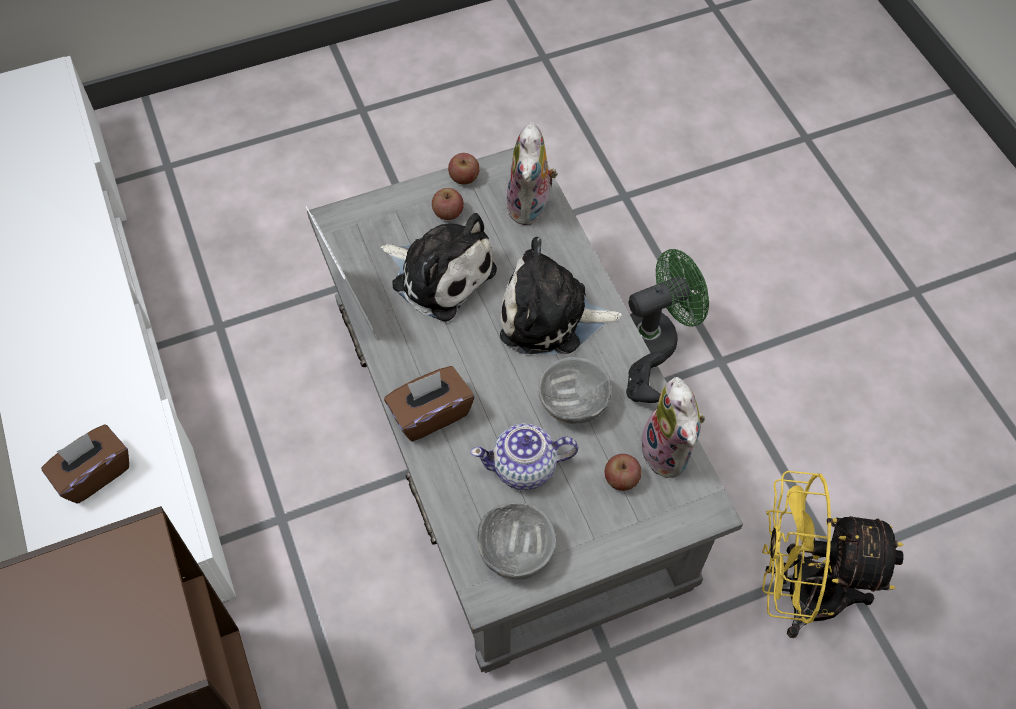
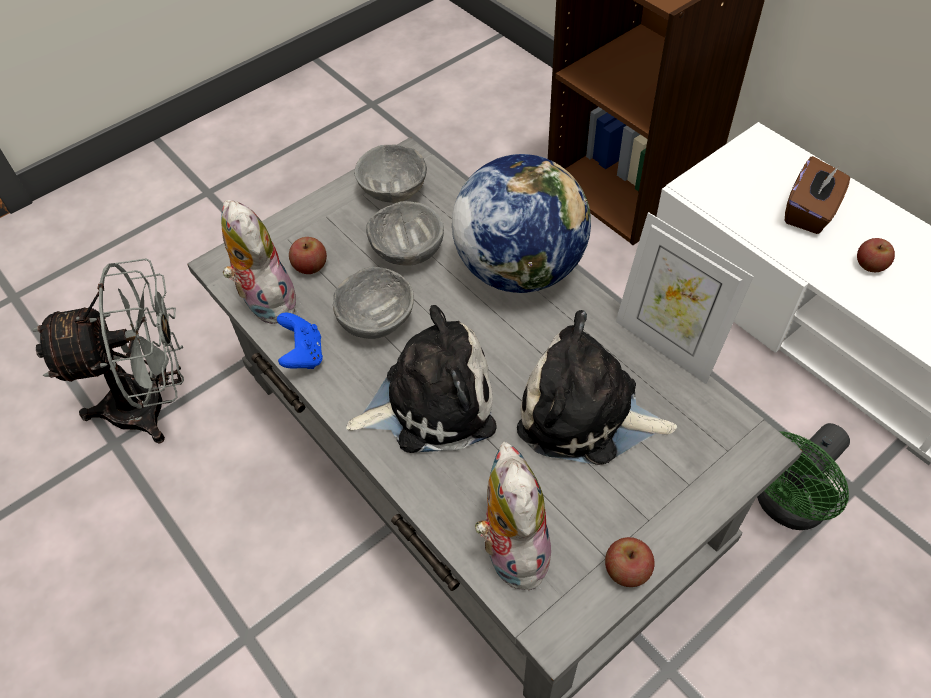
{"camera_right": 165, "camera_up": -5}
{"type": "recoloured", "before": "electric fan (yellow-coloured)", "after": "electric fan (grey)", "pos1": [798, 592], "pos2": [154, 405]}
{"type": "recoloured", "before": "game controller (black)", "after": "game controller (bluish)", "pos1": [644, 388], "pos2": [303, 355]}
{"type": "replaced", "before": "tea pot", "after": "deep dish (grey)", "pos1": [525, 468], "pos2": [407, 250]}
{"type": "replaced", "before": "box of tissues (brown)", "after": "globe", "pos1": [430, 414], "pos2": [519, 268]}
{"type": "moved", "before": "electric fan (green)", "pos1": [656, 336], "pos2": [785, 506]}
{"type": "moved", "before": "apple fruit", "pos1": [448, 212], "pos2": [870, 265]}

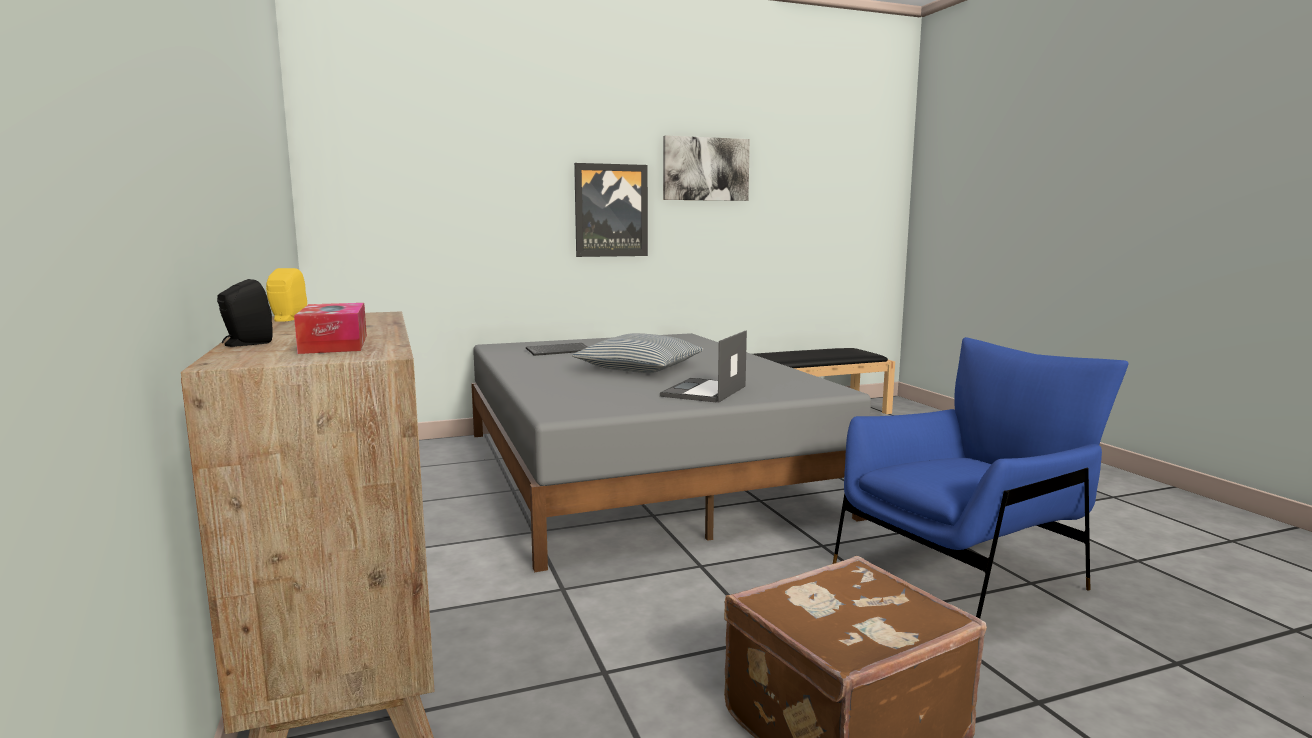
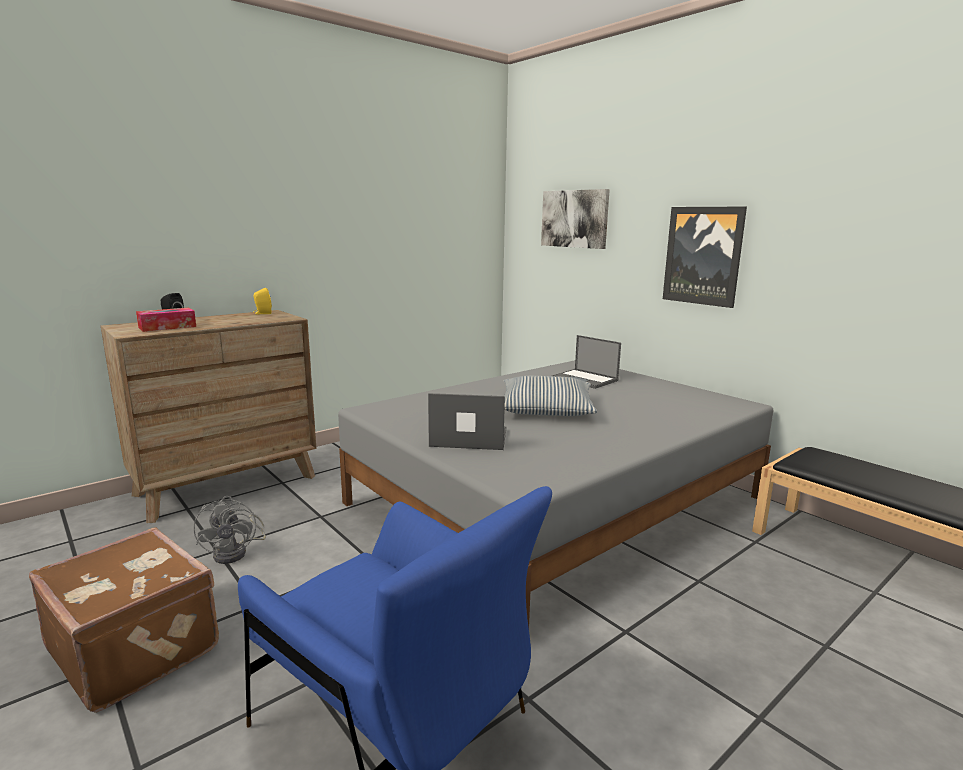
{"camera_right": 70, "camera_up": 5}
{"type": "added", "after": "electric fan (grey)", "pos2": [236, 552]}
{"type": "moved", "before": "wall picture", "pos1": [705, 169], "pos2": [574, 219]}
{"type": "replaced", "before": "keyboard", "after": "portable computer", "pos1": [559, 351], "pos2": [585, 379]}

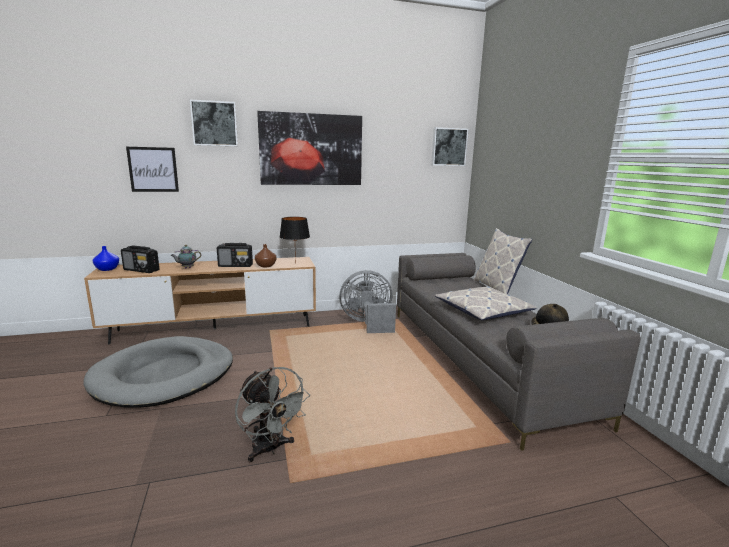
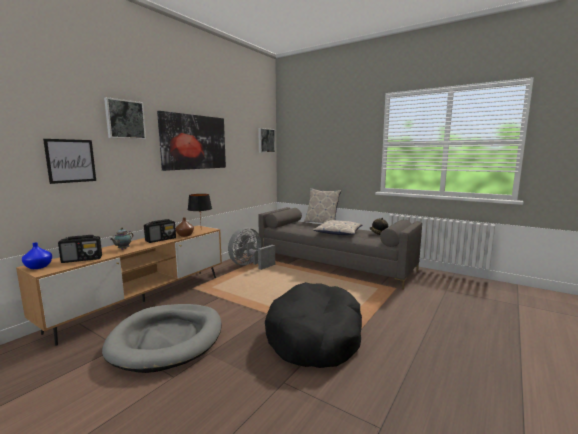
{"camera_right": -40, "camera_up": -5}
{"type": "replaced", "before": "electric fan (grey)", "after": "dog bed (black)", "pos1": [270, 449], "pos2": [315, 336]}

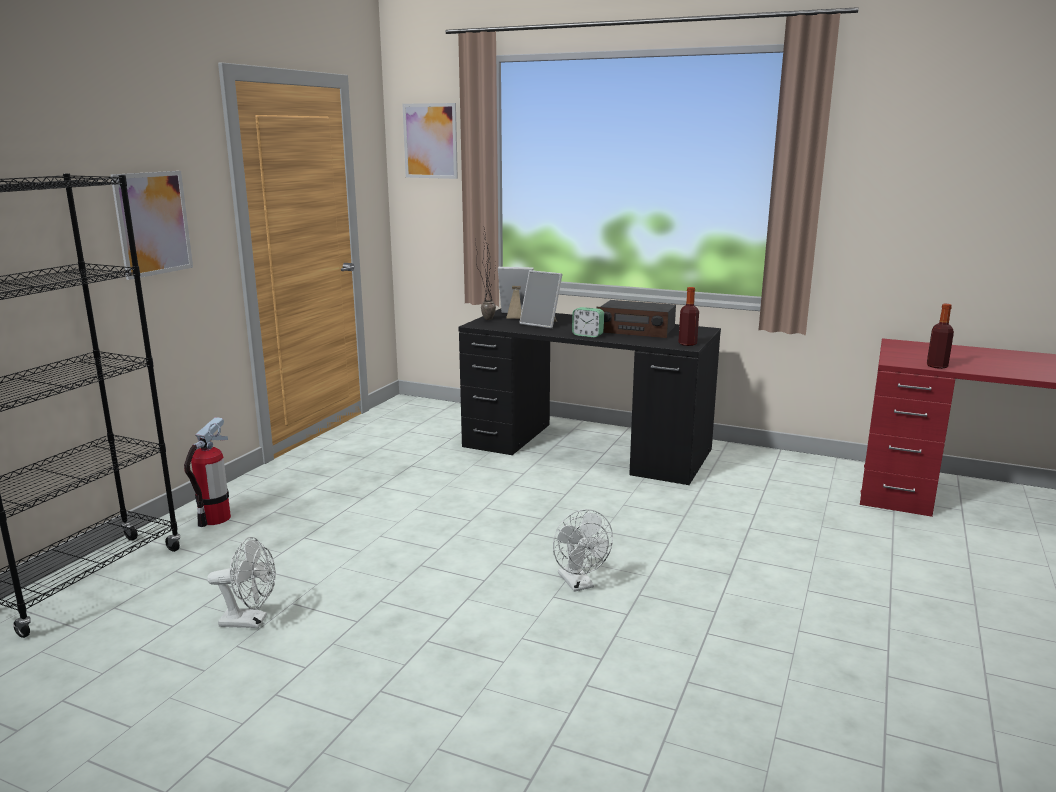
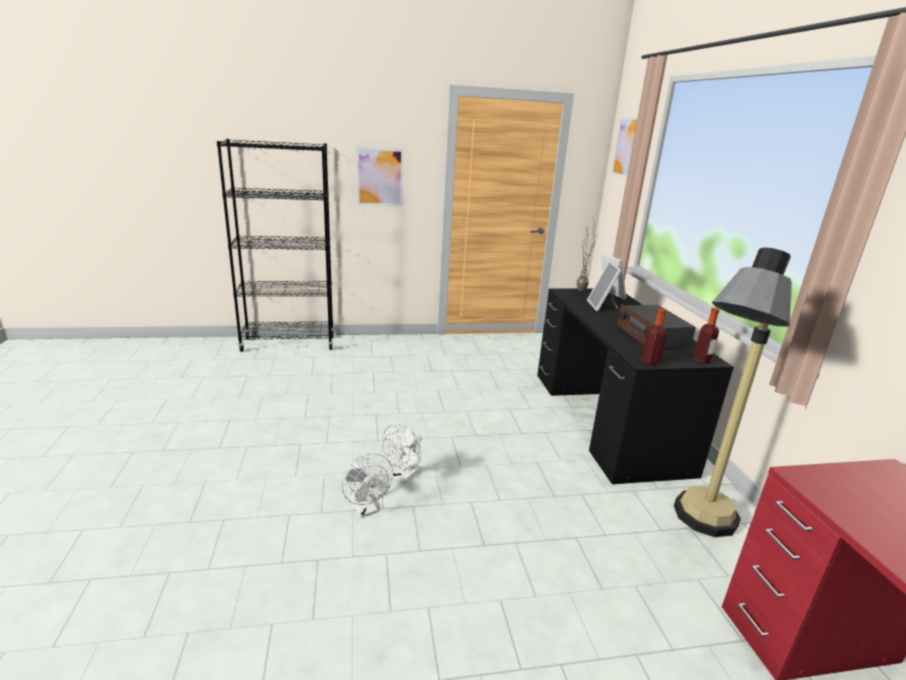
{"camera_right": 55, "camera_up": 5}
{"type": "moved", "before": "electric fan (white)", "pos1": [250, 621], "pos2": [366, 509]}
{"type": "added", "after": "standing lamp", "pos2": [695, 529]}
{"type": "moved", "before": "beverage bottle", "pos1": [937, 366], "pos2": [702, 360]}
{"type": "removed", "before": "fire extinguisher", "pos1": [214, 518]}
{"type": "removed", "before": "bedside clock", "pos1": [587, 335]}

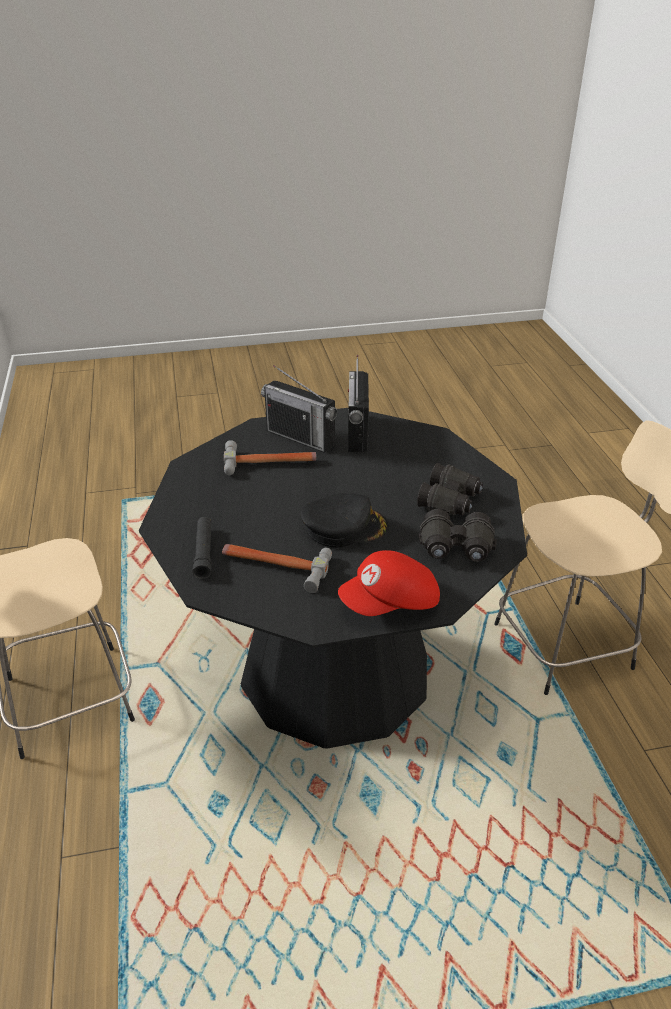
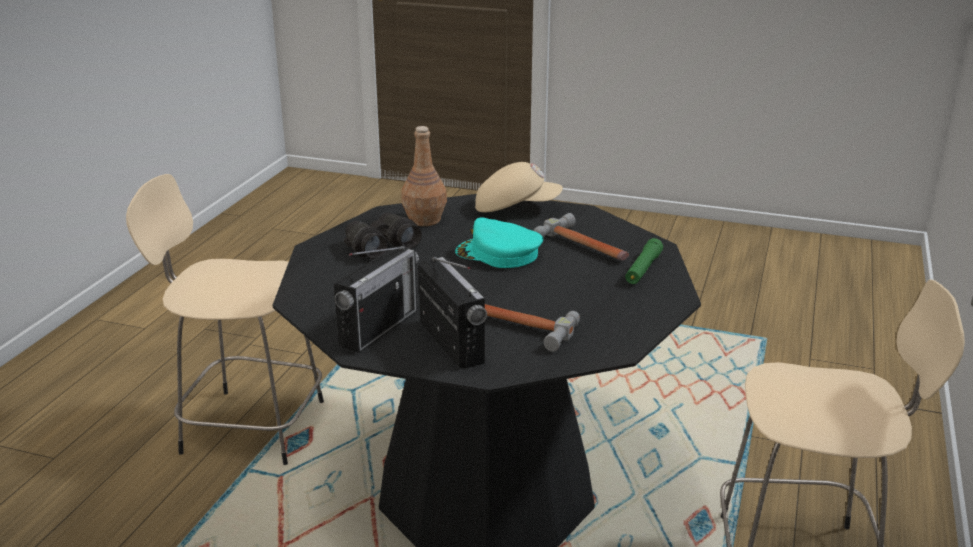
{"camera_right": -150, "camera_up": -10}
{"type": "replaced", "before": "field glasses (black)", "after": "beverage bottle (brown)", "pos1": [456, 548], "pos2": [425, 220]}
{"type": "recoloured", "before": "baseball cap (black)", "after": "baseball cap (blue-green)", "pos1": [344, 527], "pos2": [498, 254]}
{"type": "recoloured", "before": "baseball cap (red)", "after": "baseball cap (beige)", "pos1": [391, 604], "pos2": [516, 208]}
{"type": "recoloured", "before": "flashlight (black)", "after": "flashlight (green)", "pos1": [204, 552], "pos2": [643, 269]}

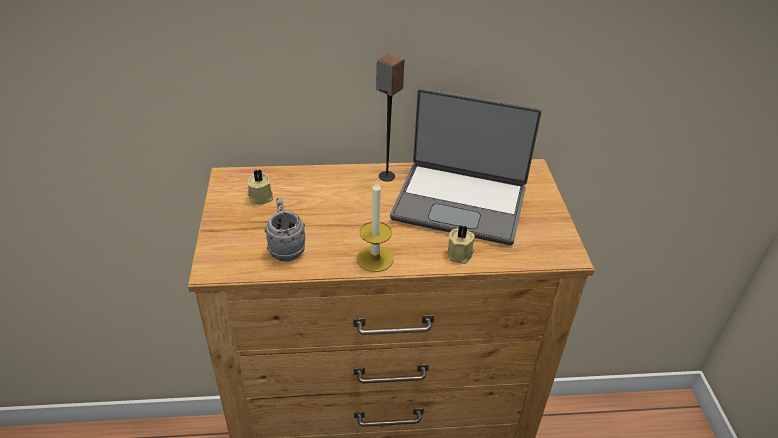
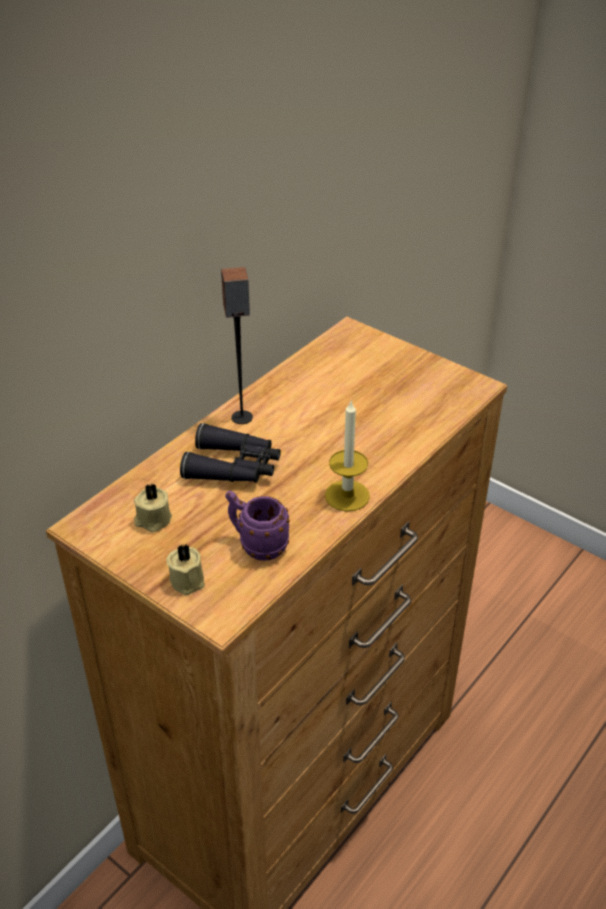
{"camera_right": -45, "camera_up": 0}
{"type": "moved", "before": "wax light (beige)", "pos1": [460, 254], "pos2": [188, 579]}
{"type": "added", "after": "field glasses (black)", "pos2": [234, 467]}
{"type": "recoloured", "before": "tea mug (grey)", "after": "tea mug (purple)", "pos1": [286, 247], "pos2": [257, 545]}
{"type": "removed", "before": "portable computer", "pos1": [460, 202]}

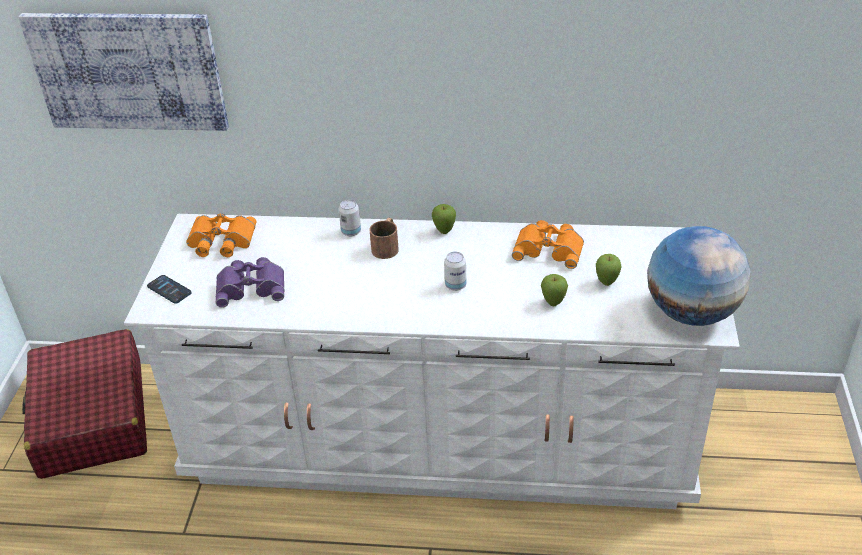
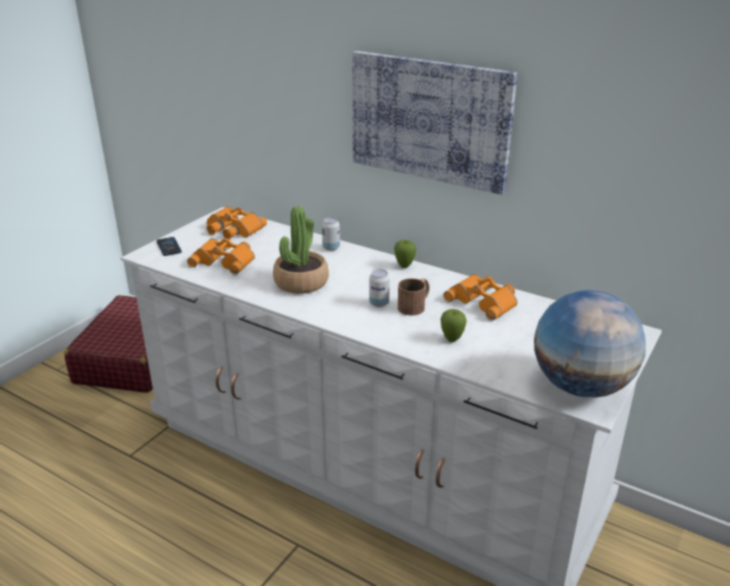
{"camera_right": 25, "camera_up": -10}
{"type": "recoloured", "before": "field glasses (purple)", "after": "field glasses (orangey)", "pos1": [251, 286], "pos2": [225, 260]}
{"type": "added", "after": "plant in a pot", "pos2": [301, 282]}
{"type": "moved", "before": "wall picture", "pos1": [128, 71], "pos2": [429, 120]}
{"type": "moved", "before": "tea mug (brown)", "pos1": [387, 246], "pos2": [415, 305]}
{"type": "removed", "before": "apple fruit", "pos1": [606, 283]}

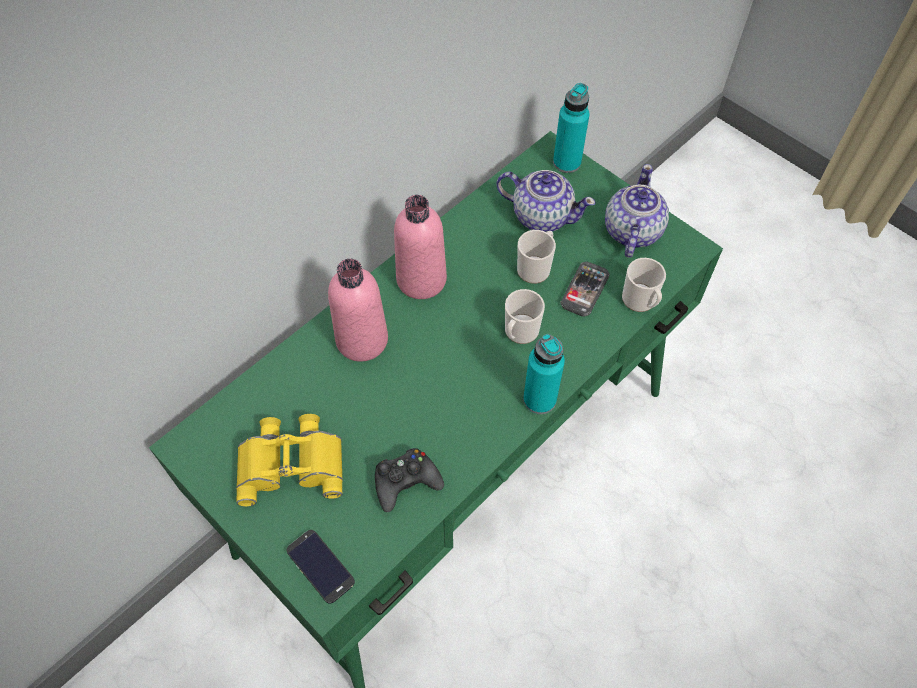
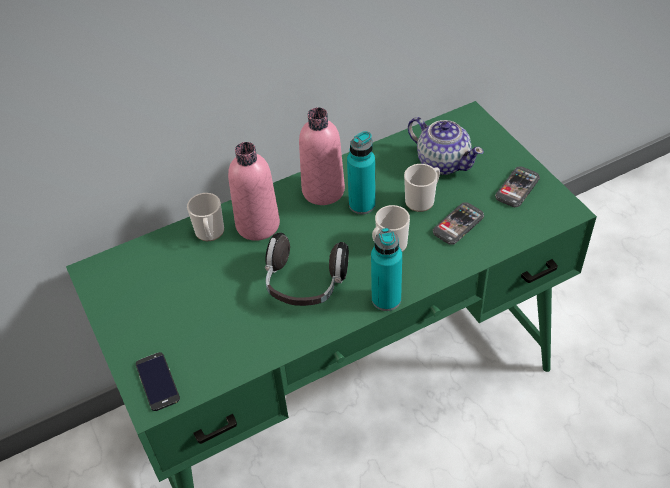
{"camera_right": 20, "camera_up": -10}
{"type": "moved", "before": "tea mug", "pos1": [640, 301], "pos2": [210, 233]}
{"type": "added", "after": "headset", "pos2": [305, 285]}
{"type": "moved", "before": "beverage bottle (blue-green)", "pos1": [566, 162], "pos2": [362, 205]}
{"type": "replaced", "before": "tea pot", "after": "handset", "pos1": [631, 231], "pos2": [517, 188]}
{"type": "removed", "before": "field glasses (yellow-coloured)", "pos1": [292, 462]}
{"type": "removed", "before": "game controller (black)", "pos1": [406, 482]}

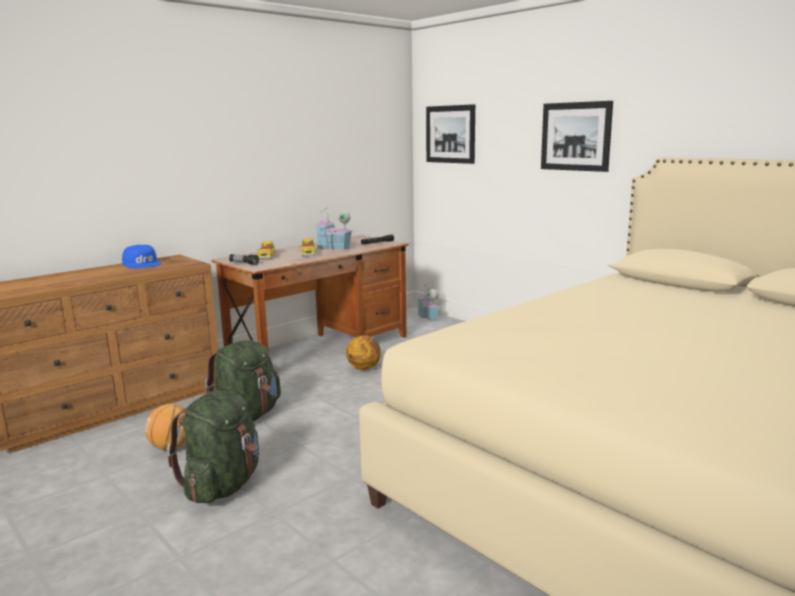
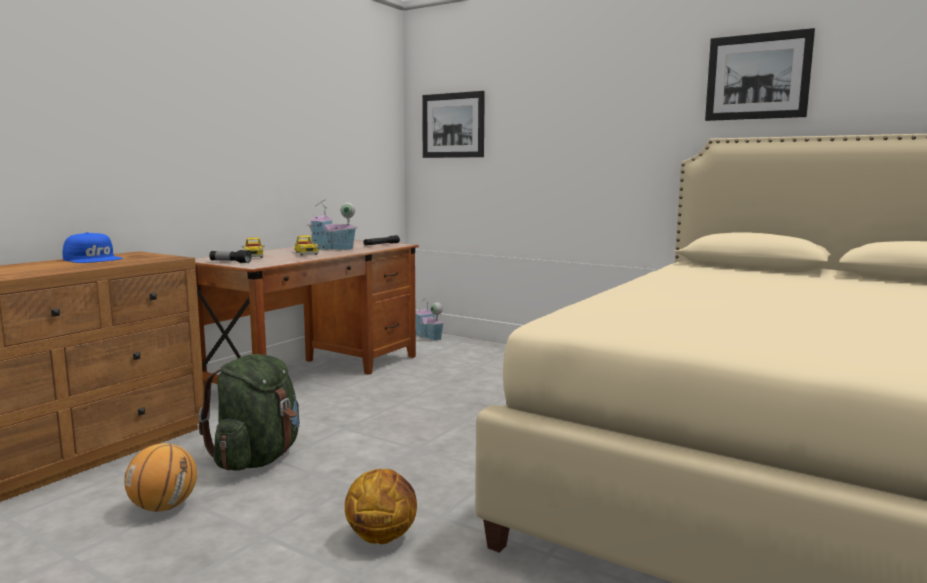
{"camera_right": -15, "camera_up": -5}
{"type": "moved", "before": "ball for basketball", "pos1": [364, 368], "pos2": [382, 536]}
{"type": "moved", "before": "wall picture", "pos1": [575, 136], "pos2": [757, 76]}
{"type": "removed", "before": "backpack (green)", "pos1": [223, 485]}

